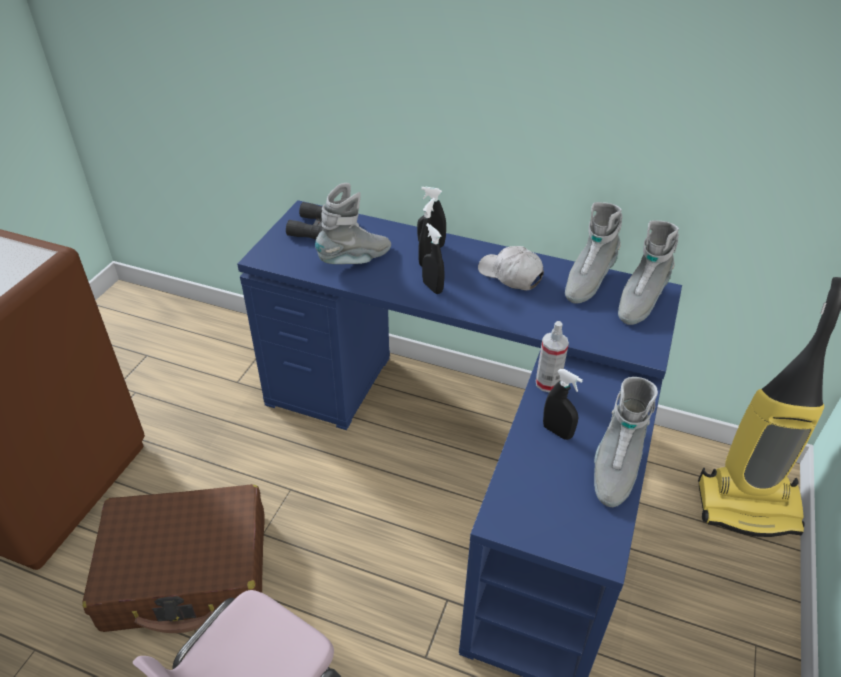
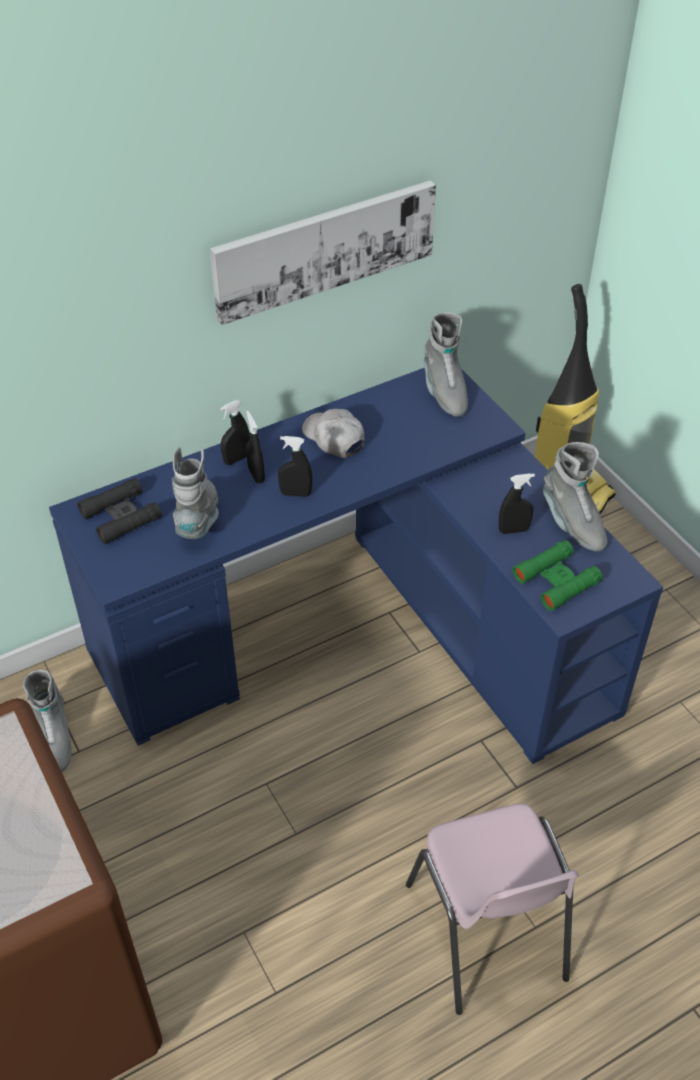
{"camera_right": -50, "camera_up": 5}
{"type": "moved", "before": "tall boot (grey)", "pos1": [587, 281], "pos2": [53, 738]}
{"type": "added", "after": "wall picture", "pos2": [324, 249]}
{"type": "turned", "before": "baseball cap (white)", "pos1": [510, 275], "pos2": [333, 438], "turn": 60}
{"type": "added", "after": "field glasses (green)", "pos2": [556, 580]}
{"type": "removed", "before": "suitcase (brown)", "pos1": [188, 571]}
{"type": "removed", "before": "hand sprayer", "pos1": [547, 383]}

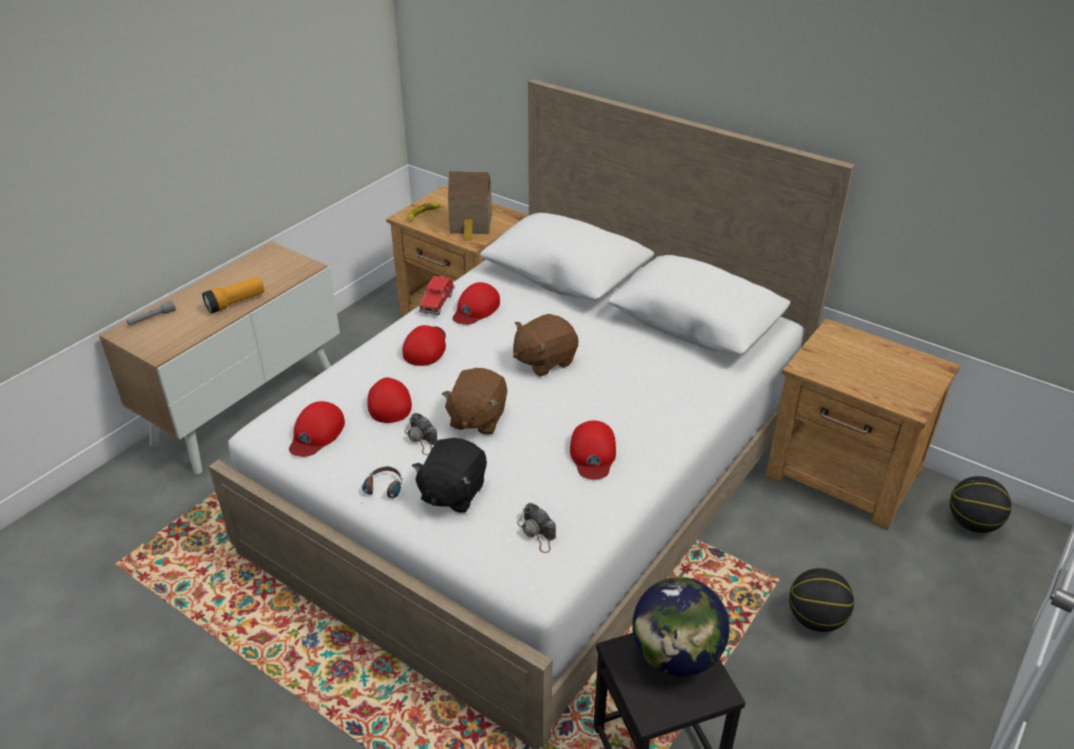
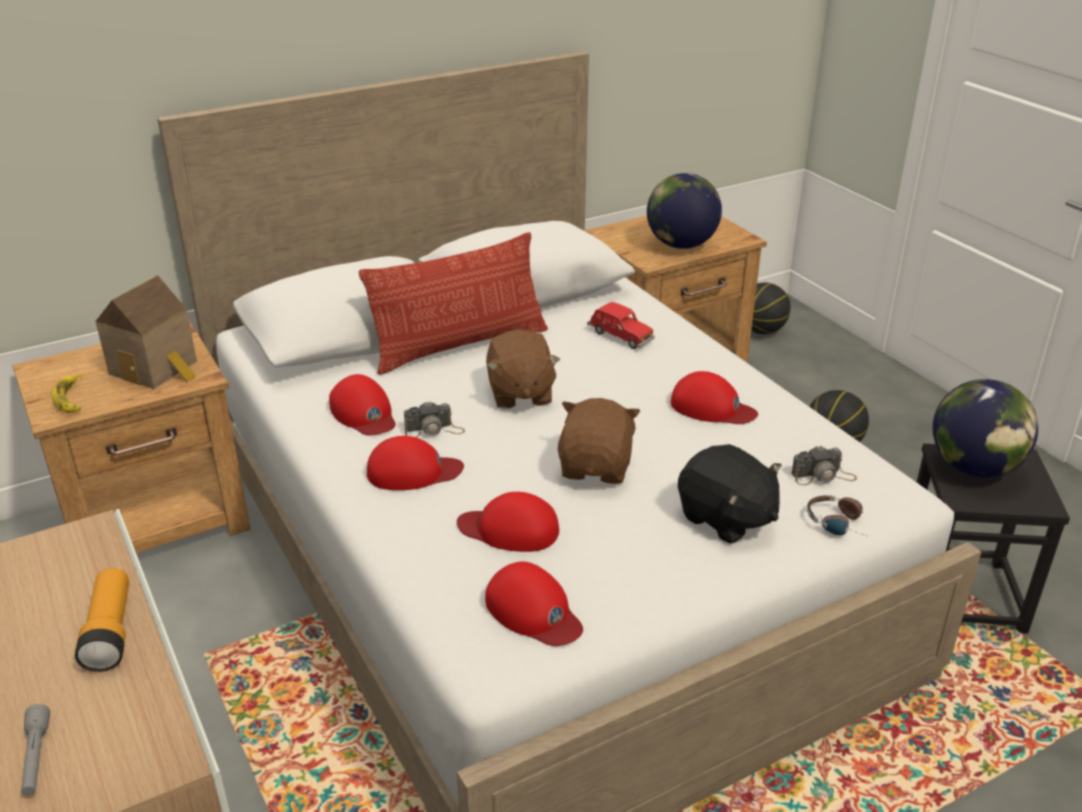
{"camera_right": -65, "camera_up": -5}
{"type": "added", "after": "pillow", "pos2": [459, 345]}
{"type": "turned", "before": "baseball cap (red)", "pos1": [426, 347], "pos2": [413, 472], "turn": 135}
{"type": "moved", "before": "still camera", "pos1": [421, 439], "pos2": [434, 430]}
{"type": "turned", "before": "soft toy (brown)", "pos1": [477, 418], "pos2": [596, 467], "turn": -120}
{"type": "moved", "before": "miniature car (red)", "pos1": [437, 303], "pos2": [620, 336]}
{"type": "added", "after": "globe", "pos2": [681, 245]}
{"type": "moved", "before": "headset", "pos1": [382, 492], "pos2": [841, 524]}

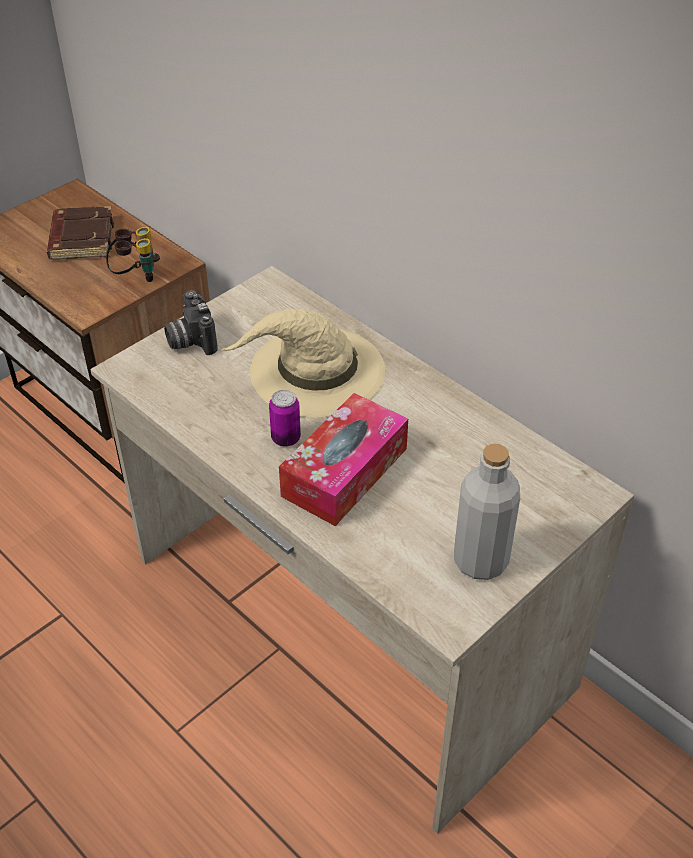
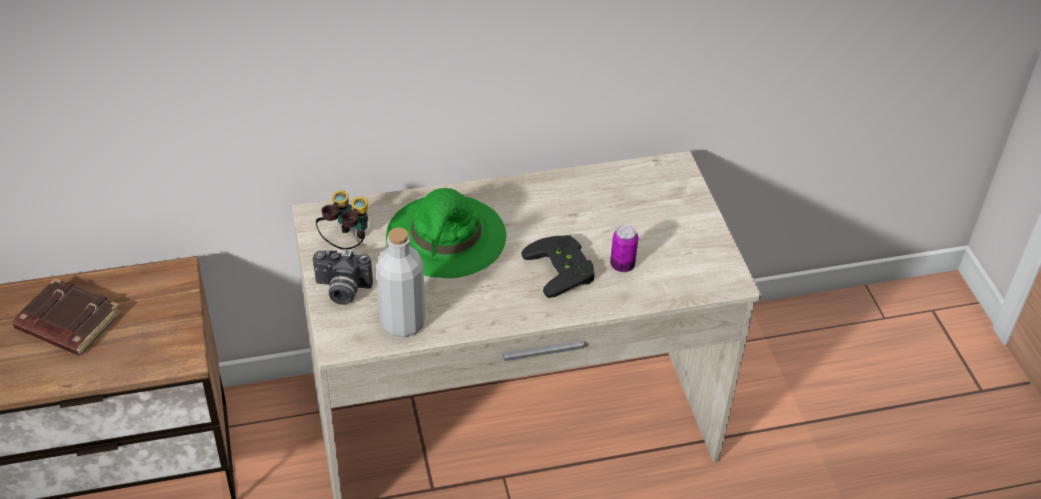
{"camera_right": -60, "camera_up": 0}
{"type": "moved", "before": "field glasses", "pos1": [136, 276], "pos2": [346, 243]}
{"type": "moved", "before": "beverage bottle (grey)", "pos1": [480, 560], "pos2": [402, 323]}
{"type": "recoloured", "before": "hat (beige)", "after": "hat (green)", "pos1": [315, 372], "pos2": [446, 237]}
{"type": "replaced", "before": "box of tissues", "after": "game controller (black)", "pos1": [345, 472], "pos2": [564, 269]}
{"type": "moved", "before": "metal can", "pos1": [286, 438], "pos2": [622, 265]}

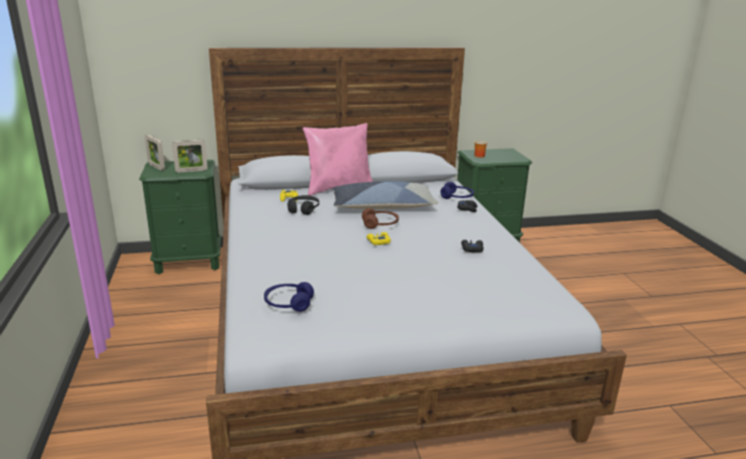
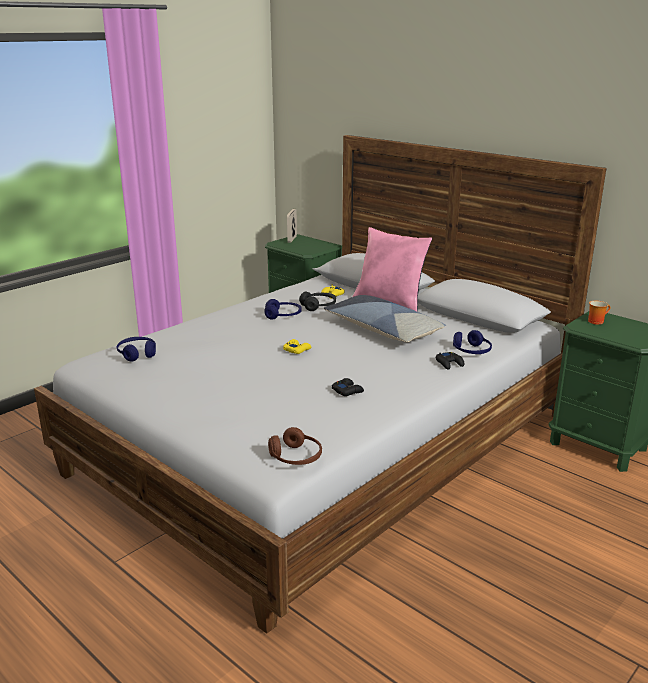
{"camera_right": 55, "camera_up": 0}
{"type": "added", "after": "headset (bluish)", "pos2": [283, 316]}
{"type": "moved", "before": "headset (brown)", "pos1": [380, 224], "pos2": [295, 457]}
{"type": "removed", "before": "standing frame", "pos1": [191, 171]}

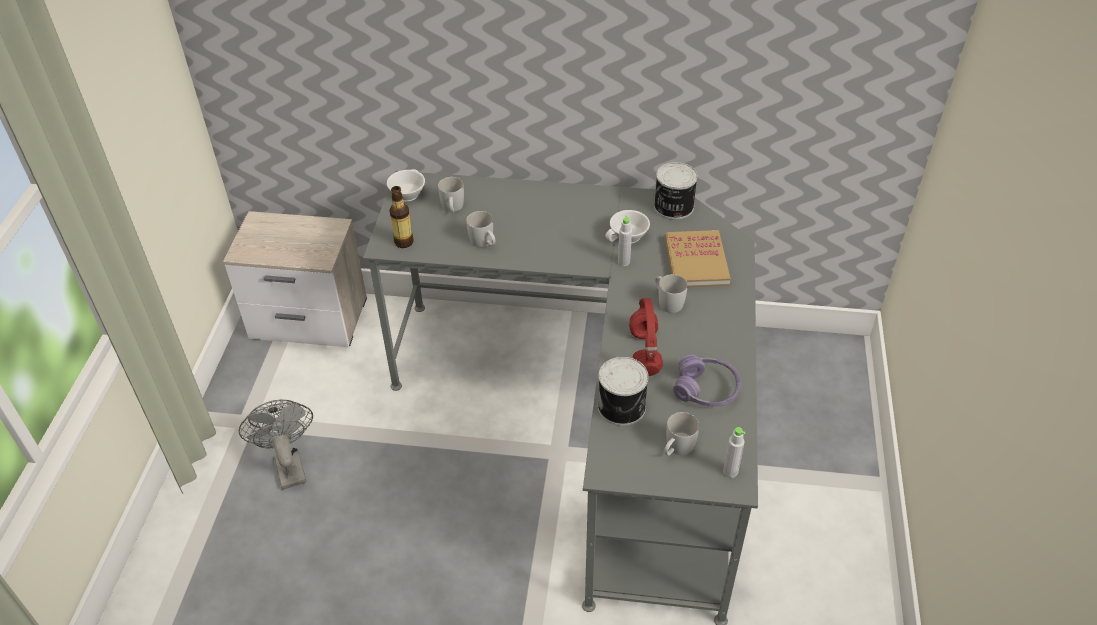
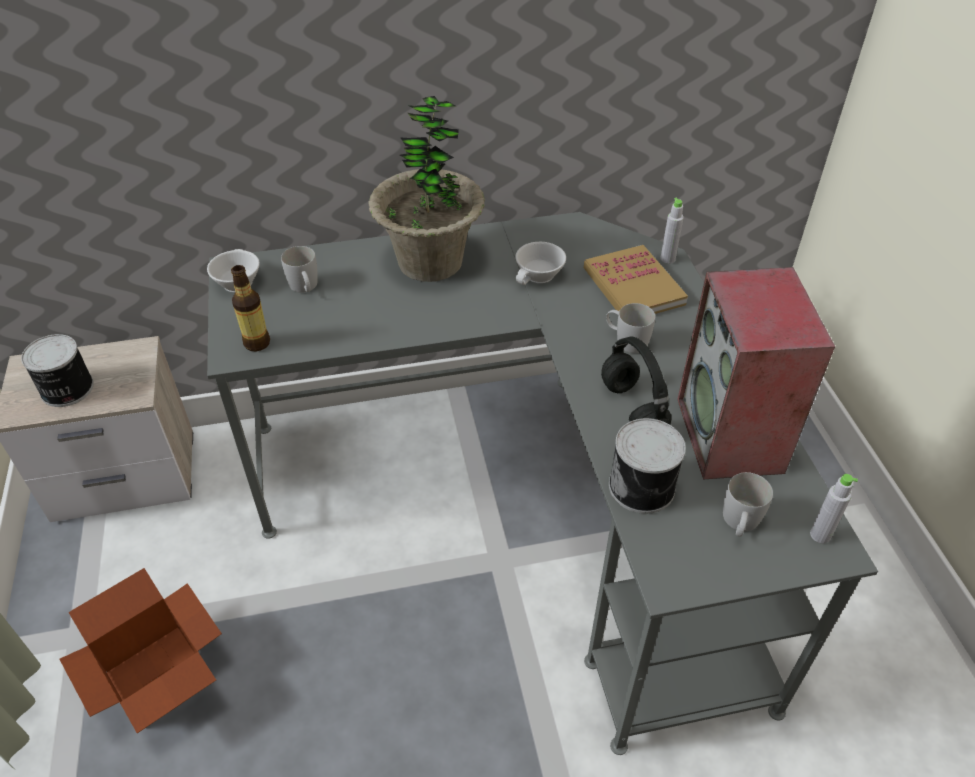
{"camera_right": -20, "camera_up": 0}
{"type": "moved", "before": "metal can", "pos1": [673, 207], "pos2": [66, 389]}
{"type": "replaced", "before": "electric fan (grey)", "after": "carton", "pos1": [288, 465], "pos2": [158, 679]}
{"type": "added", "after": "plant in a pot", "pos2": [430, 262]}
{"type": "recoloured", "before": "headset (red)", "after": "headset (black)", "pos1": [644, 351], "pos2": [631, 408]}
{"type": "moved", "before": "beverage bottle (grey)", "pos1": [623, 262], "pos2": [667, 259]}
{"type": "replaced", "before": "headset (purple)", "after": "audio speaker", "pos1": [706, 389], "pos2": [731, 436]}
{"type": "removed", "before": "tea mug (white)", "pos1": [484, 243]}

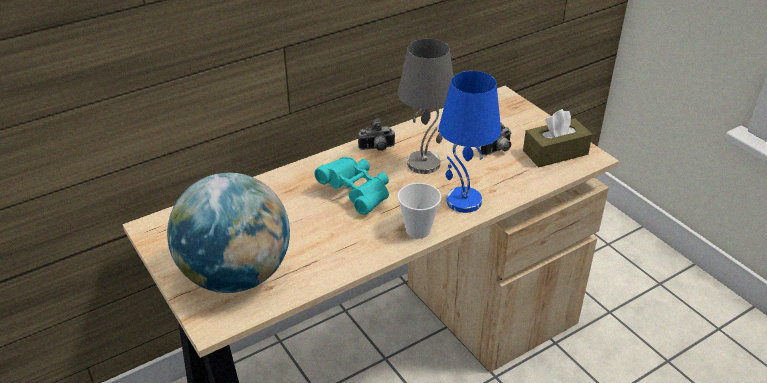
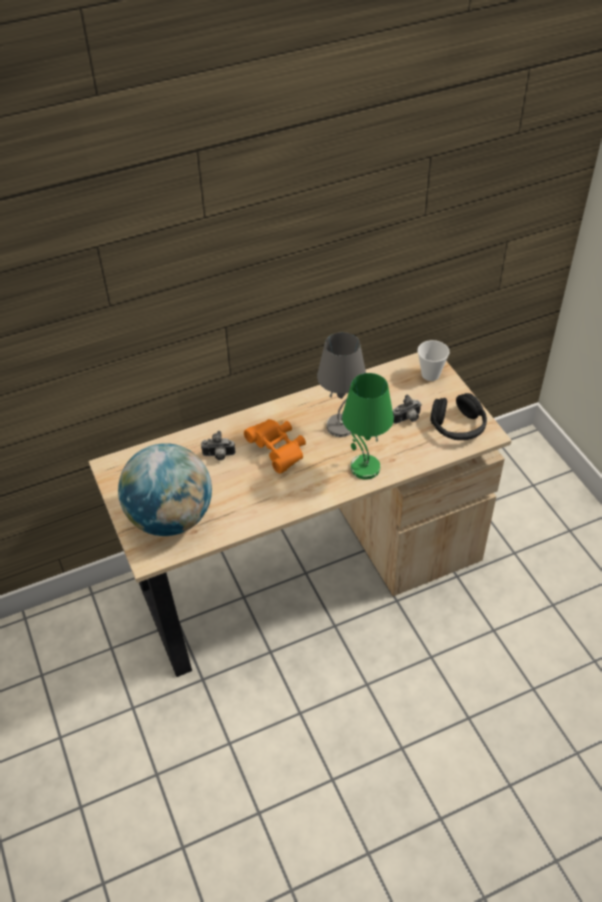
{"camera_right": 10, "camera_up": 10}
{"type": "moved", "before": "still camera", "pos1": [377, 149], "pos2": [218, 456]}
{"type": "recoloured", "before": "field glasses (blue-green)", "after": "field glasses (orangey)", "pos1": [357, 193], "pos2": [278, 451]}
{"type": "recoloured", "before": "tabletop lamp (bluish)", "after": "tabletop lamp (green)", "pos1": [462, 201], "pos2": [364, 468]}
{"type": "moved", "before": "small cup", "pos1": [418, 230], "pos2": [430, 374]}
{"type": "replaced", "before": "box of tissues (brown)", "after": "headset (black)", "pos1": [555, 153], "pos2": [457, 426]}

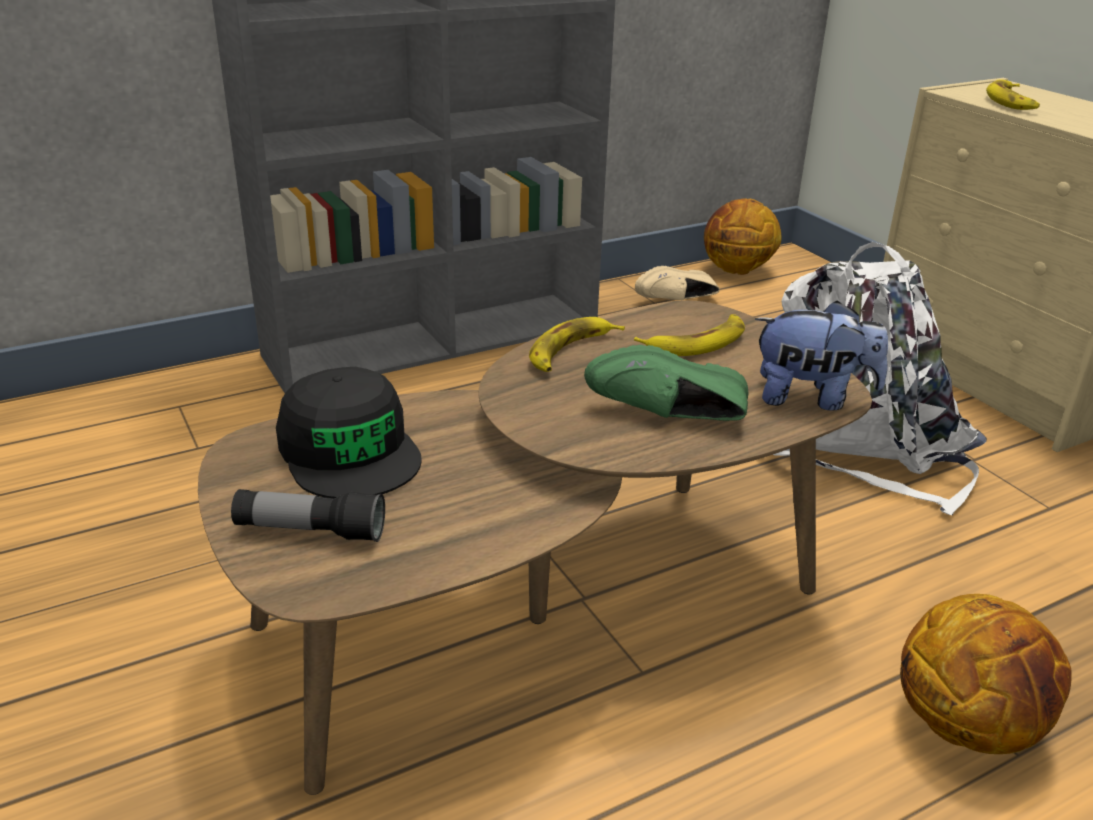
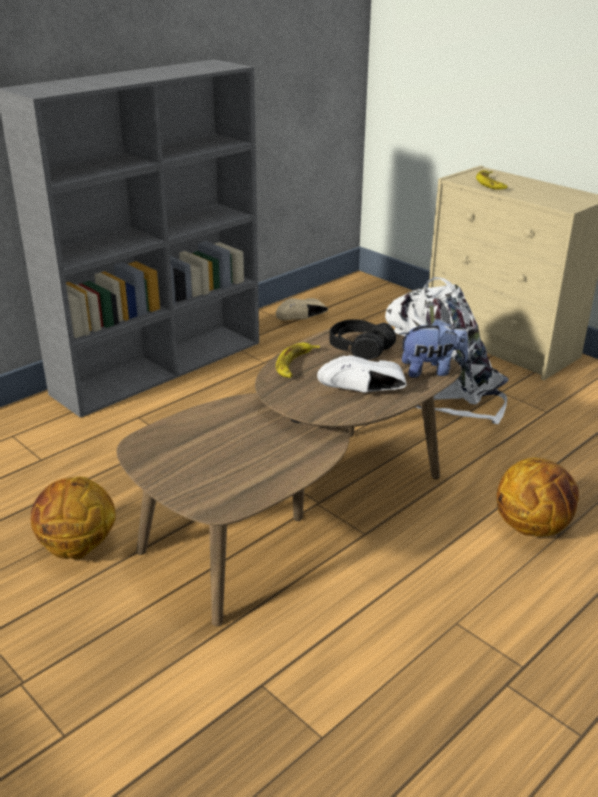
{"camera_right": -15, "camera_up": 0}
{"type": "moved", "before": "ball for basketball", "pos1": [736, 271], "pos2": [77, 548]}
{"type": "recoloured", "before": "item of footwear (green)", "after": "item of footwear (white)", "pos1": [668, 417], "pos2": [364, 392]}
{"type": "replaced", "before": "banana", "after": "headset (black)", "pos1": [697, 342], "pos2": [360, 349]}
{"type": "removed", "before": "flashlight", "pos1": [310, 531]}
{"type": "removed", "before": "baseball cap (black)", "pos1": [350, 451]}

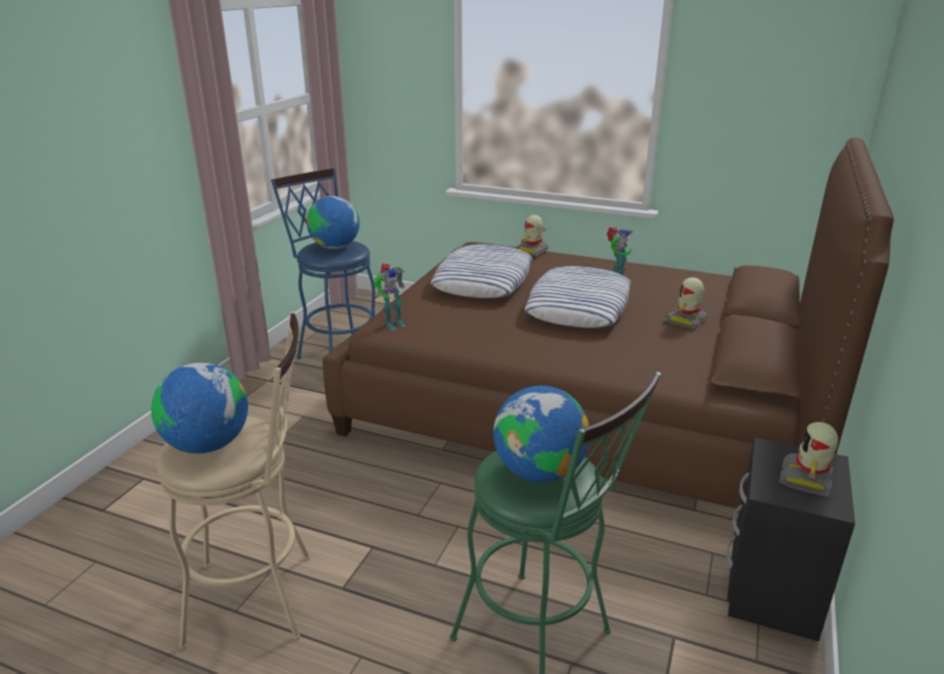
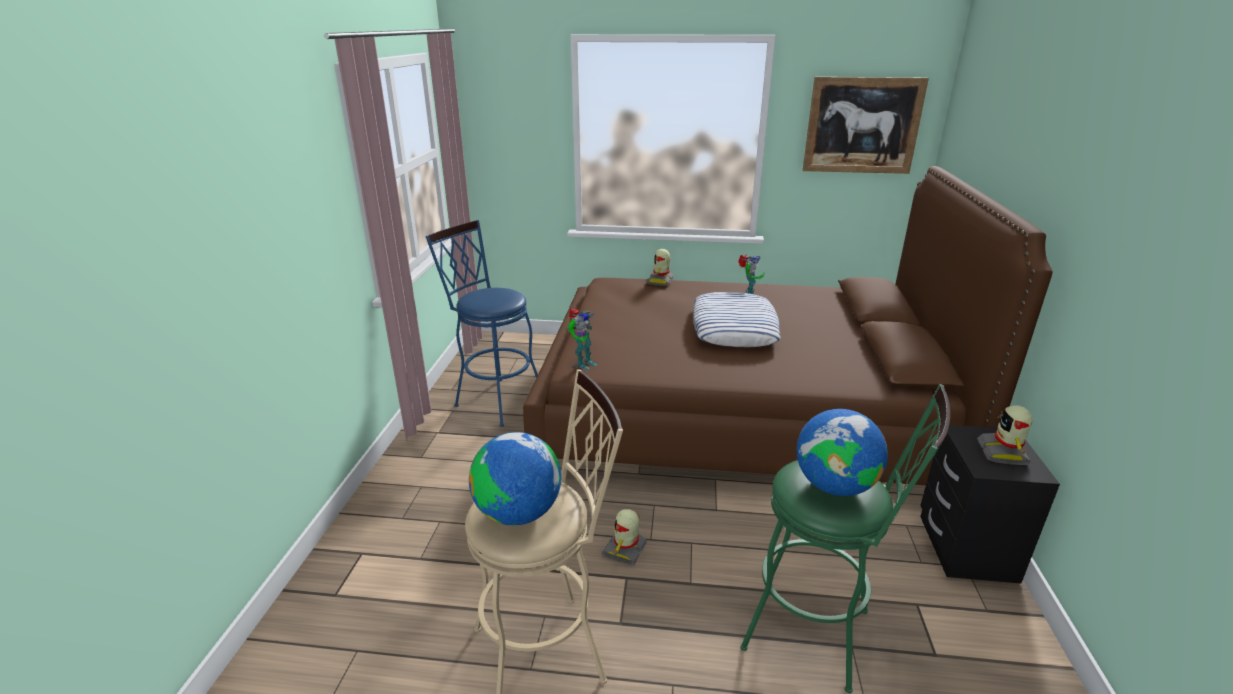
{"camera_right": -15, "camera_up": 0}
{"type": "moved", "before": "model robot", "pos1": [686, 321], "pos2": [625, 550]}
{"type": "added", "after": "wall picture", "pos2": [862, 125]}
{"type": "removed", "before": "globe", "pos1": [335, 247]}
{"type": "removed", "before": "pillow", "pos1": [483, 280]}

